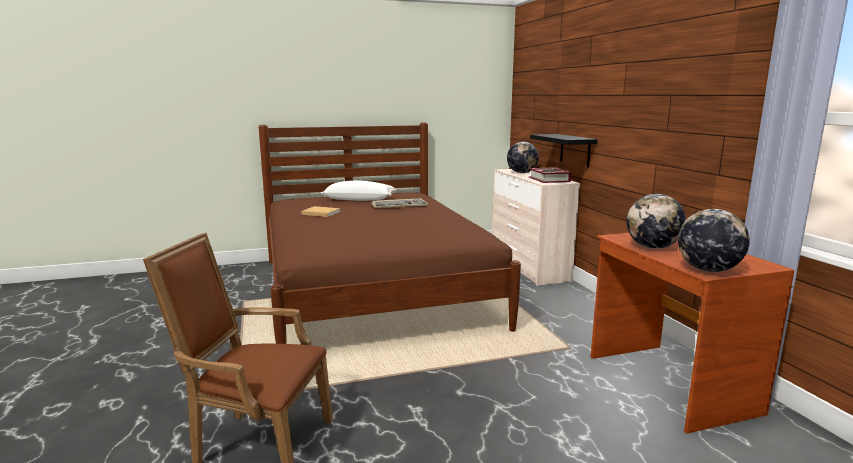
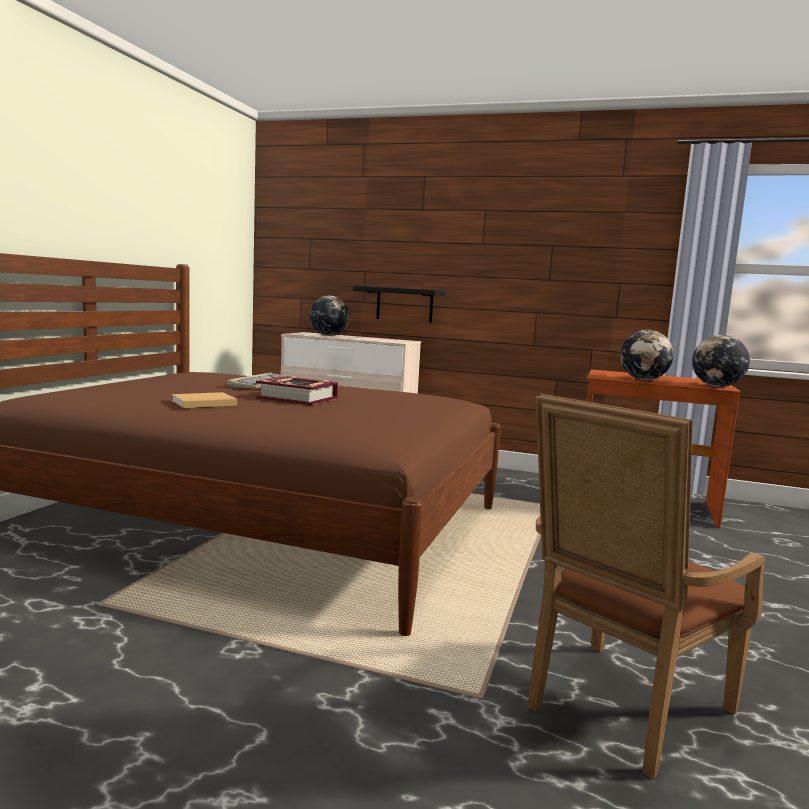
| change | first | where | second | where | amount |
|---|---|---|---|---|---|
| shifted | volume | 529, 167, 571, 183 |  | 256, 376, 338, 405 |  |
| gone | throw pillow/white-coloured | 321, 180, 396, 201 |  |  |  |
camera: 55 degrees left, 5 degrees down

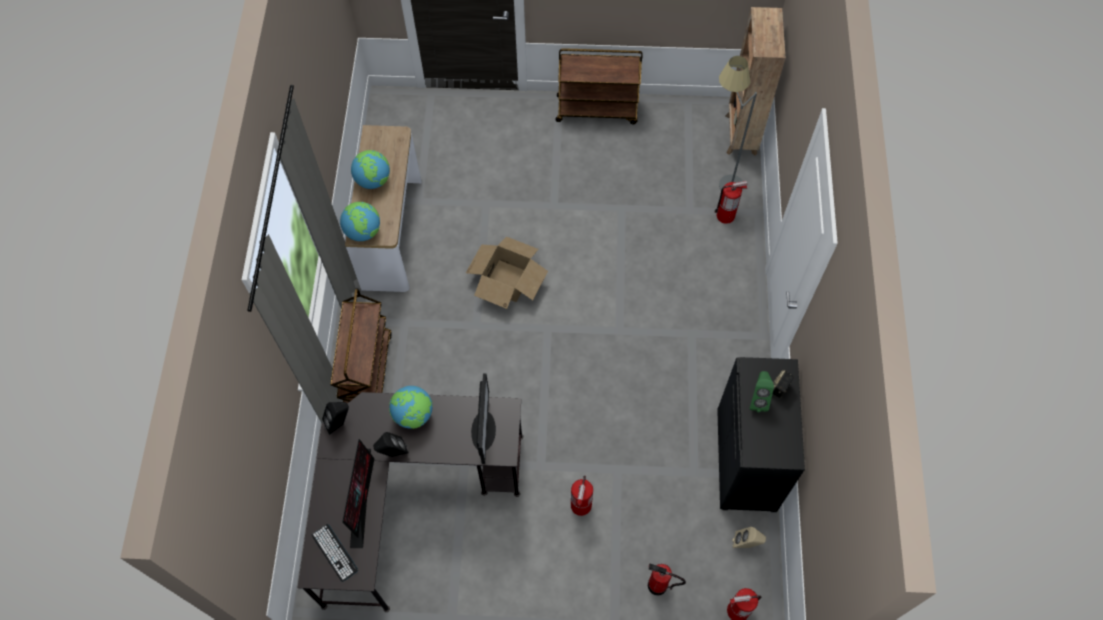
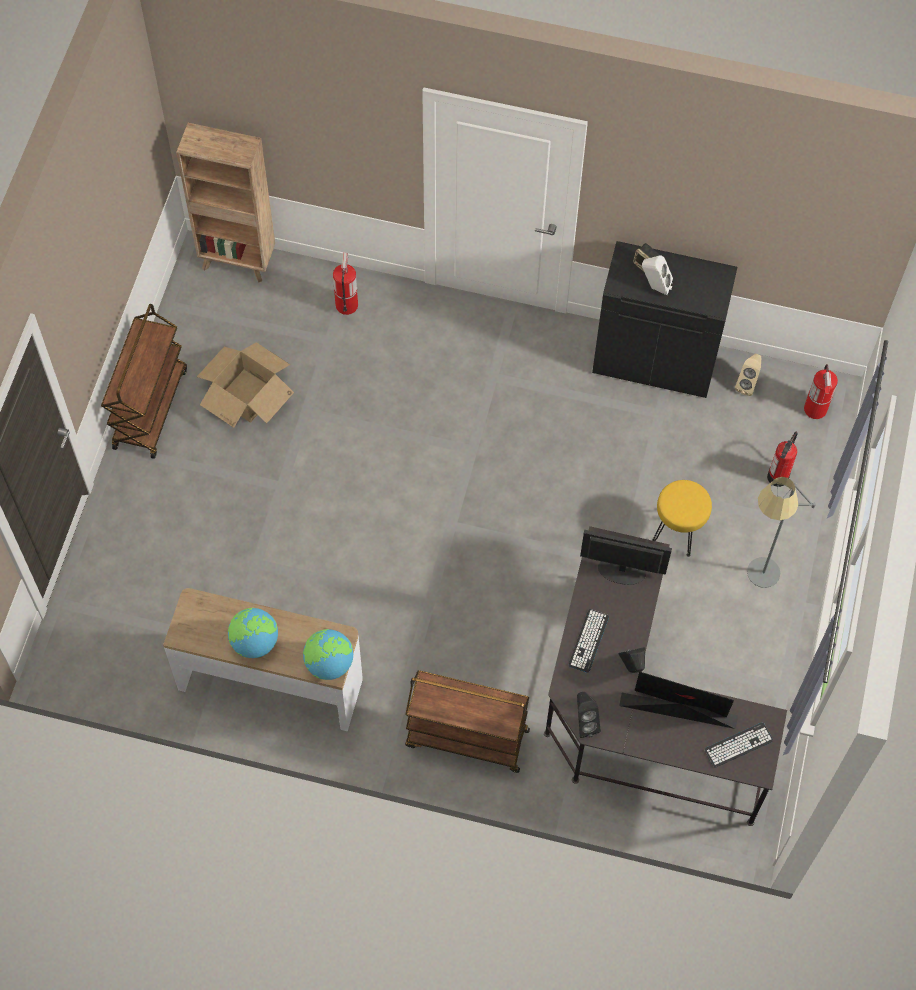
| change | first | where | second | where | amount |
|---|---|---|---|---|---|
| shifted | packing box | 466, 236, 548, 309 |  | 197, 342, 294, 428 |  |
| swapped | desk globe | 389, 386, 433, 429 | keyboard | 569, 609, 609, 673 |  |
| repainted | loudspeaker/green | 750, 371, 774, 412 | loudspeaker/white-coloured | 642, 256, 673, 295 |  |
| swapped | fire extinguisher | 571, 476, 593, 516 | stool seat/yellowish | 653, 480, 712, 557 |  |
| shifted | standard lamp/grey | 719, 56, 757, 191 |  | 747, 477, 816, 588 |  |
camera: 80 degrees left, 0 degrees up

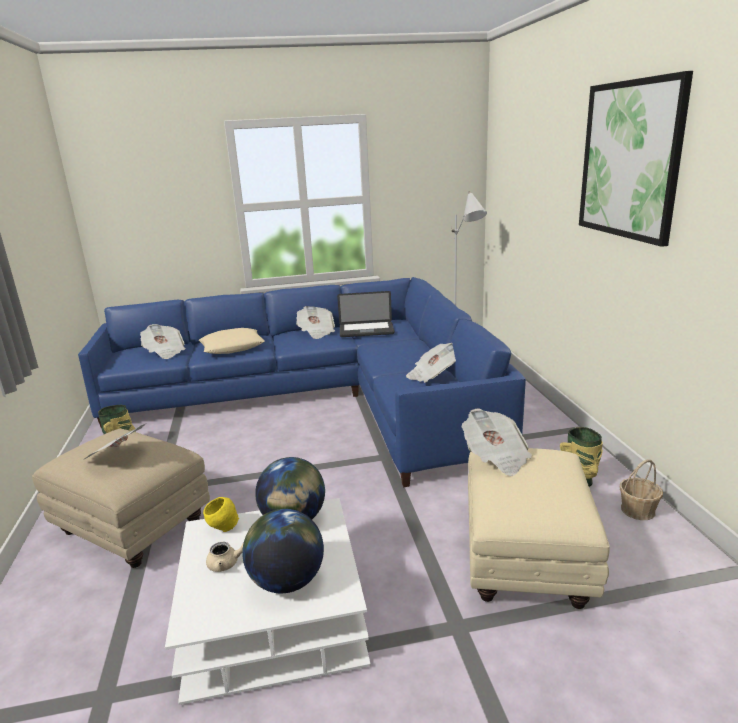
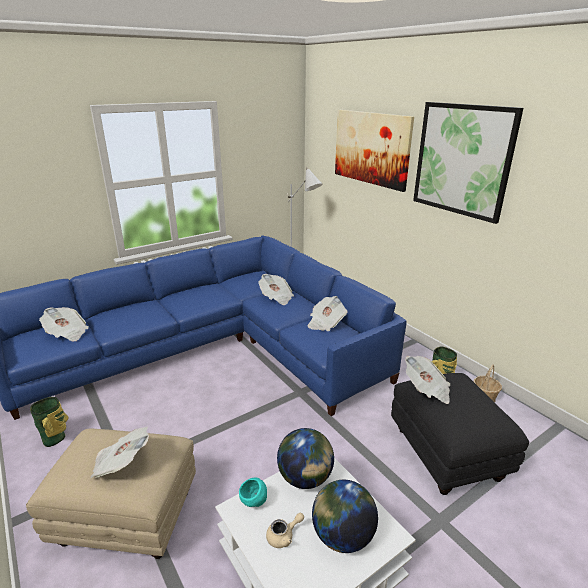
| change | first | where | second | where | amount |
|---|---|---|---|---|---|
| repainted | bowl/yellowish | 203, 497, 239, 532 | bowl/turquoise | 239, 477, 267, 507 |  |
| shifted | printed paper | 296, 306, 335, 339 |  | 258, 274, 294, 305 |  |
| new |  |  | wall art | 335, 110, 414, 192 |  |
| repainted | pouffe/beige | 468, 448, 610, 609 | pouffe/black | 391, 373, 529, 495 |  |
| gone | throw pillow/beige | 199, 328, 265, 354 |  |  |  |
| gone | laptop | 337, 291, 394, 337 |  |  |  |
camera: 25 degrees left, 5 degrees up

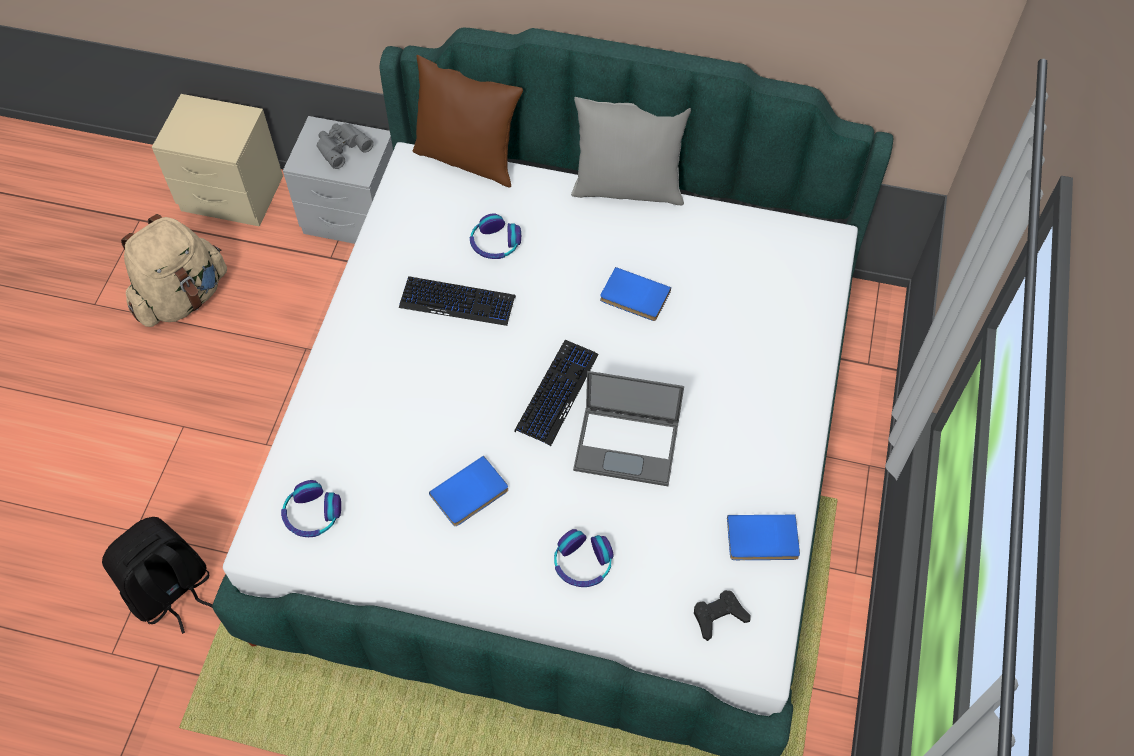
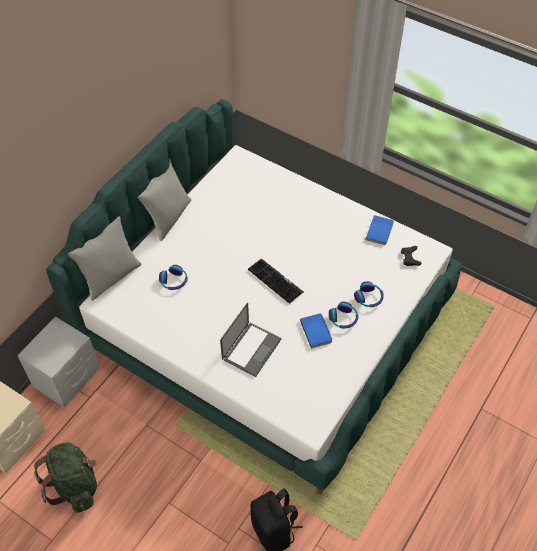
| change | first | where | second | where | amount |
|---|---|---|---|---|---|
| repainted | rucksack/beige | 121, 214, 227, 327 | rucksack/green | 34, 442, 97, 513 |  |
| repainted | throw pillow/brown-coloured | 413, 55, 523, 188 | throw pillow/grey | 68, 217, 142, 301 |  |
| shifted | laptop | 573, 371, 684, 487 |  | 220, 302, 281, 377 |  |
| shifted | headphones | 281, 480, 341, 537 |  | 329, 302, 358, 329 |  |
| gone | binoculars/grey | 317, 123, 374, 169 |  |  |  |
| gone | keyboard | 399, 276, 516, 326 |  |  |  |
| gone | volume/blue | 600, 267, 671, 321 |  |  |  |
camera: 70 degrees left, 5 degrees down

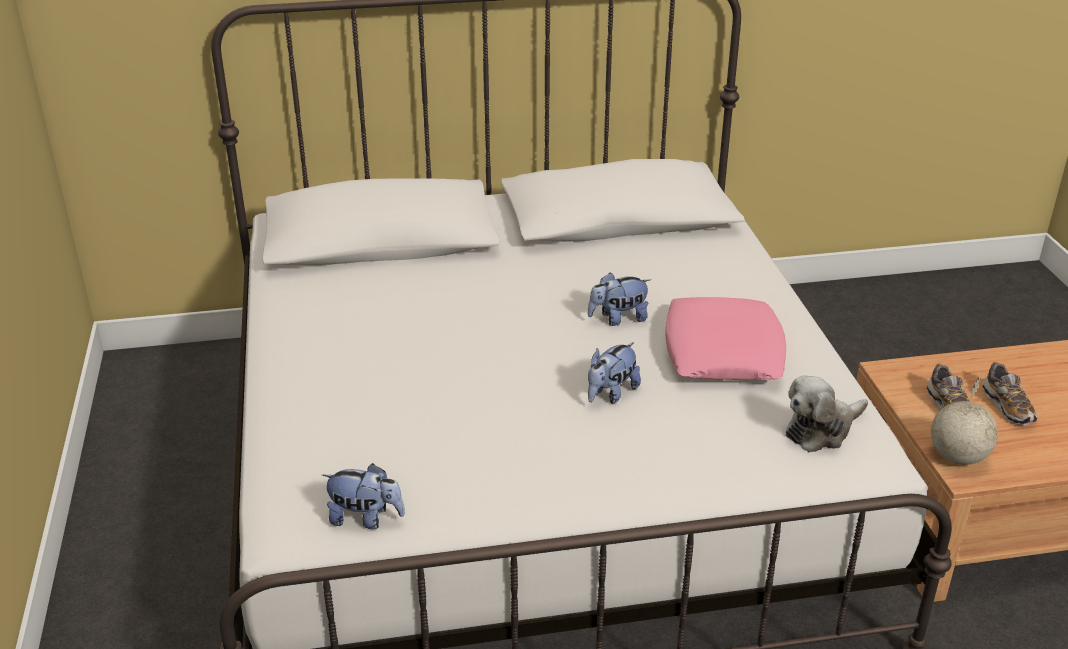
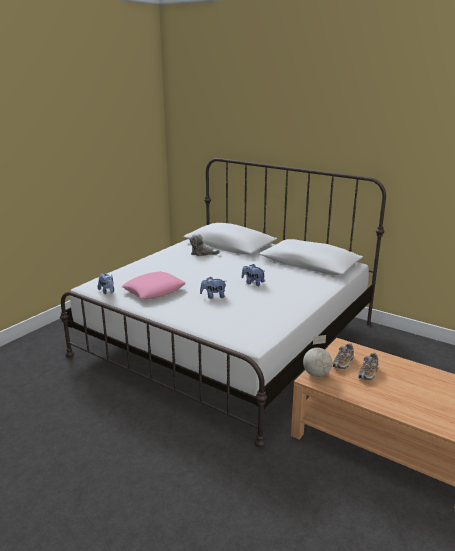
| change | first | where | second | where | amount |
|---|---|---|---|---|---|
| shifted | throw pillow/pink | 666, 297, 786, 380 |  | 121, 272, 186, 299 |  |
| shifted | soft toy | 786, 375, 868, 452 |  | 190, 233, 220, 256 |  |
camera: 45 degrees right, 10 degrees down

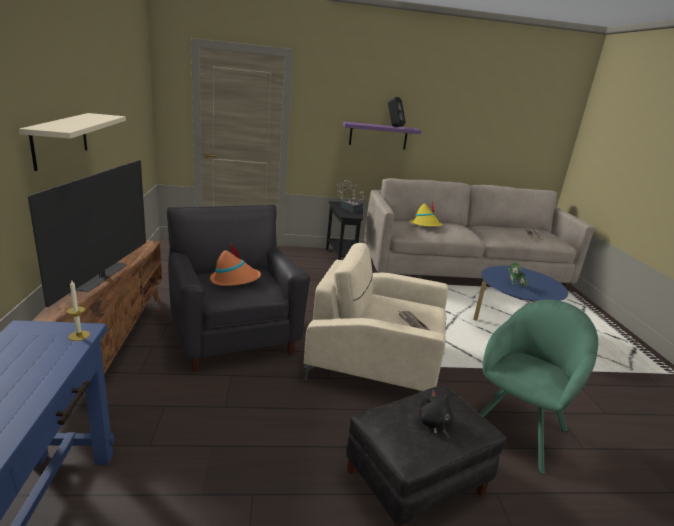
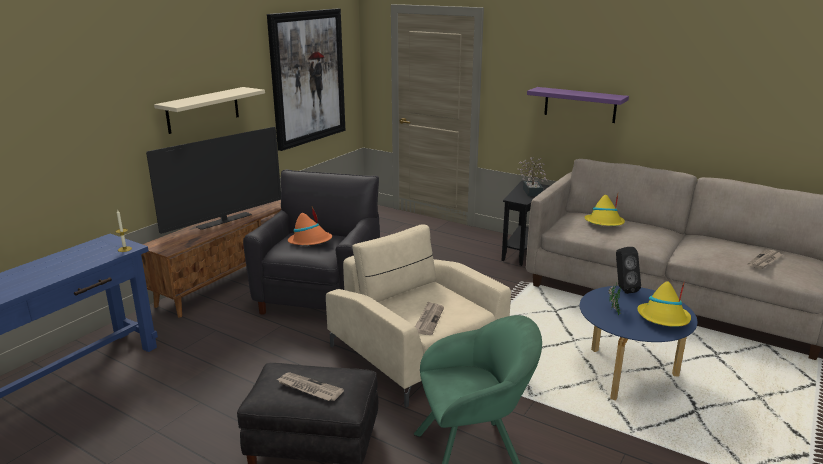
| change | first | where | second | where | amount |
|---|---|---|---|---|---|
| new |  |  | wall art | 267, 9, 345, 151 |  |
| swapped | soft toy/black | 419, 390, 454, 443 | printed paper | 276, 372, 344, 401 |  |
| shifted | loudspeaker/black | 388, 97, 405, 127 |  | 616, 247, 641, 294 |  |
| new |  |  | hat/yellowish | 637, 280, 691, 327 |  |
camera: 40 degrees right, 0 degrees up

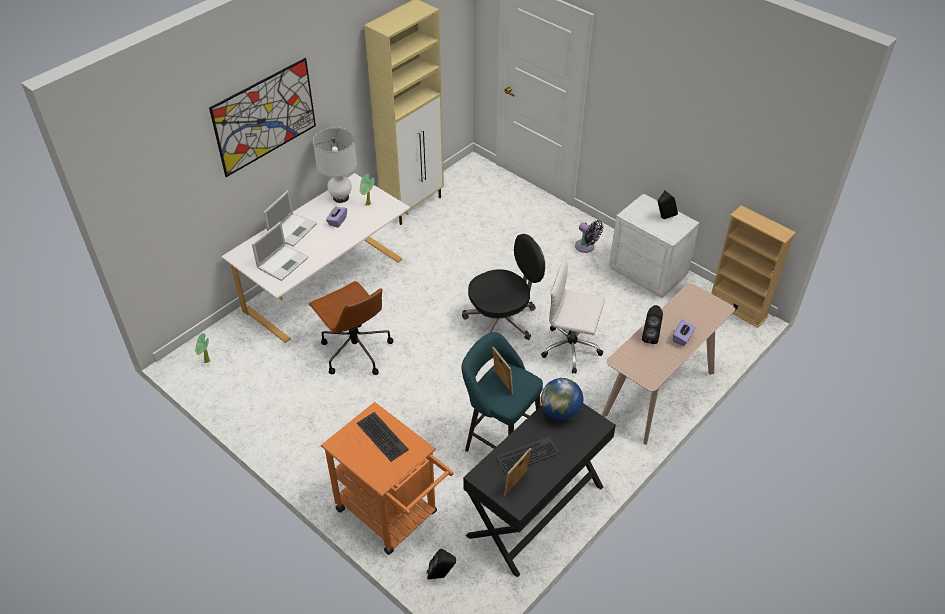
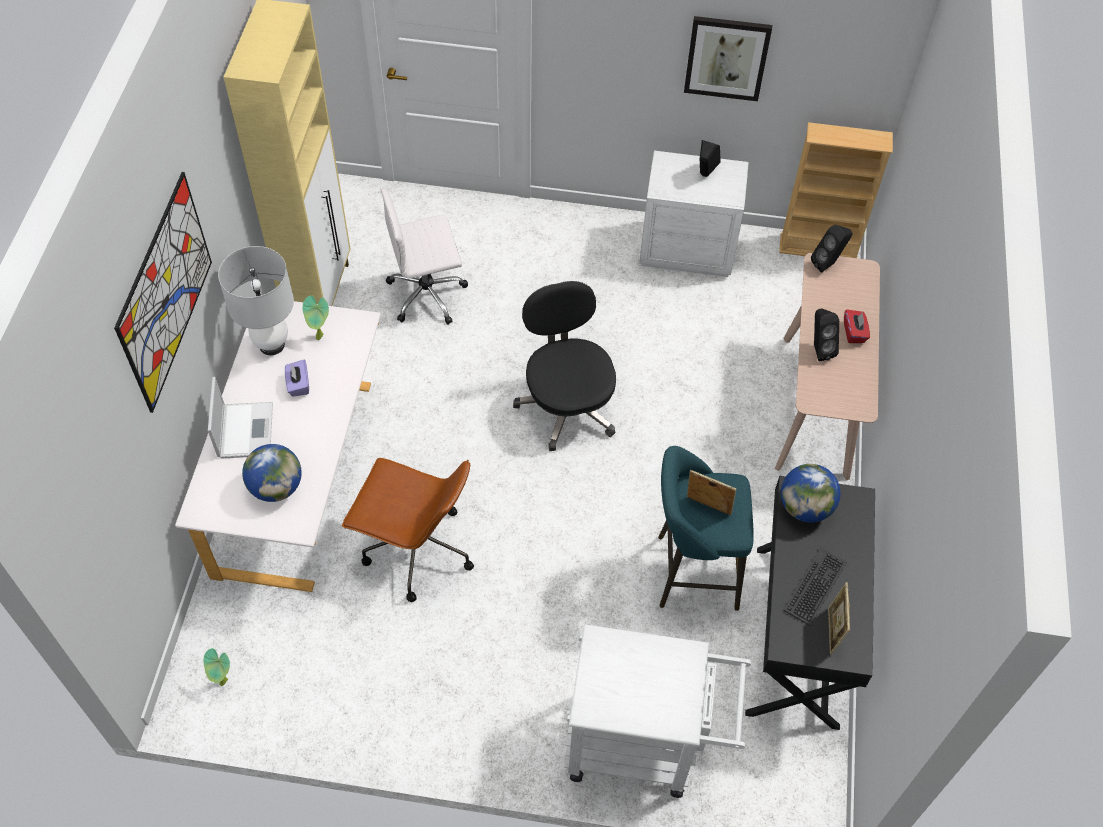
| change | first | where | second | where | amount |
|---|---|---|---|---|---|
| swapped | laptop | 252, 222, 309, 281 | desk globe | 242, 444, 302, 502 |  |
| shifted | office chair/white-coloured | 541, 259, 605, 374 |  | 380, 188, 468, 325 |  |
| rotated | office chair/black | 462, 234, 545, 340 |  | 513, 281, 616, 451 | 45 degrees counterclockwise |
| repainted | cart/orange | 321, 402, 454, 555 | cart/white-coloured | 564, 624, 751, 798 |  |
| new |  |  | wall art | 684, 16, 772, 101 |  |
| shifted | loudspeaker/black | 427, 549, 456, 579 |  | 811, 225, 852, 273 |  |
| repainted | tissue box/purplish | 673, 319, 696, 346 | tissue box/reddish | 844, 309, 870, 343 |  |
| gone | keyboard | 357, 412, 409, 462 |  |  |  |
| gone | electric fan/black | 575, 220, 603, 253 |  |  |  |
camera: 35 degrees left, 10 degrees up

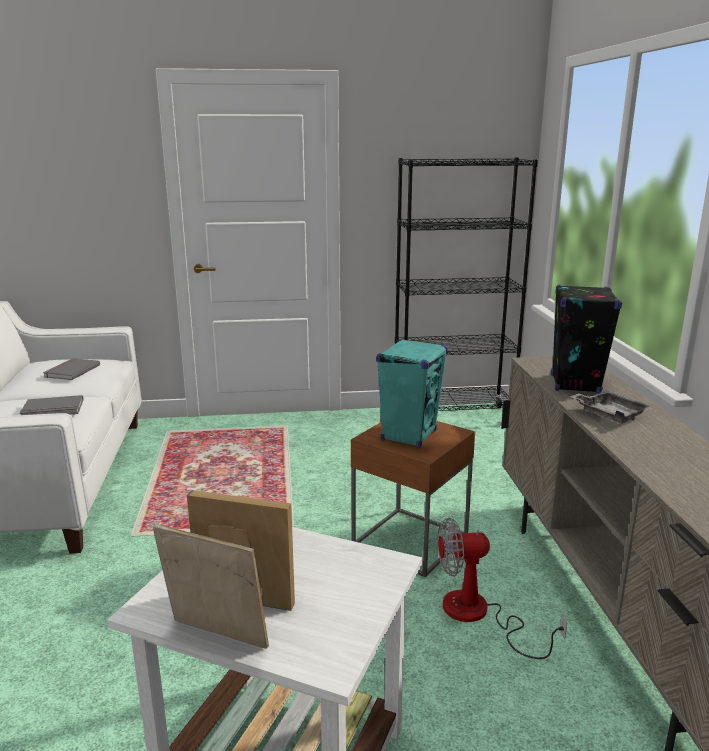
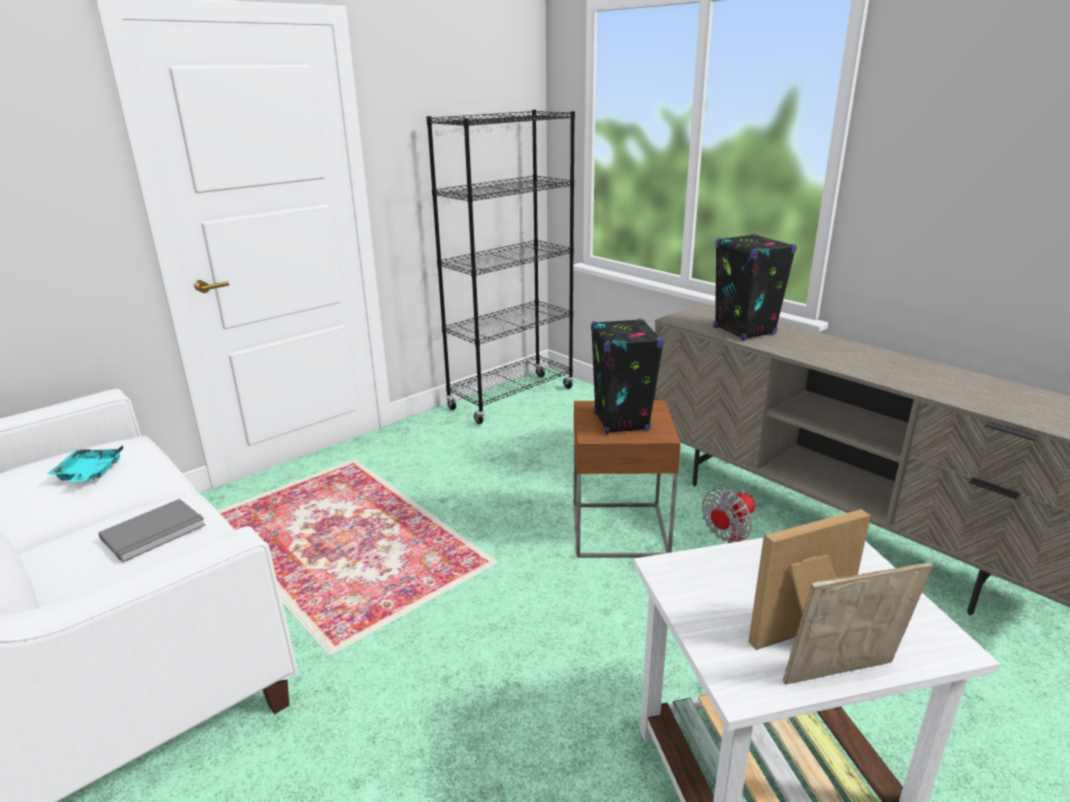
| change | first | where | second | where | amount |
|---|---|---|---|---|---|
| swapped | volume/grey | 43, 358, 100, 380 | carrying tray/turquoise | 47, 446, 123, 482 |  |
| repainted | loudspeaker/turquoise | 376, 338, 448, 447 | loudspeaker/black | 591, 318, 664, 435 |  |
| gone | carrying tray/grey | 570, 390, 650, 424 |  |  |  |
camera: 35 degrees left, 5 degrees up

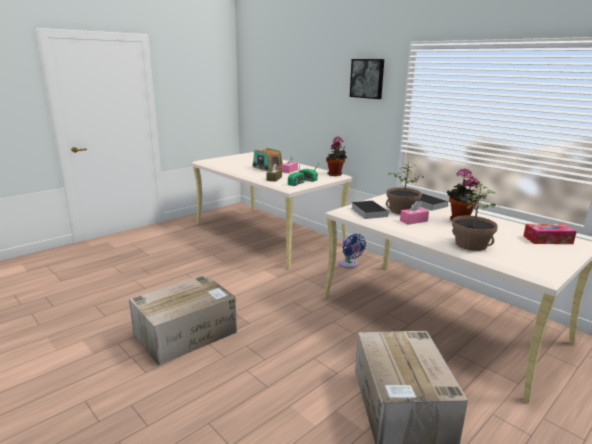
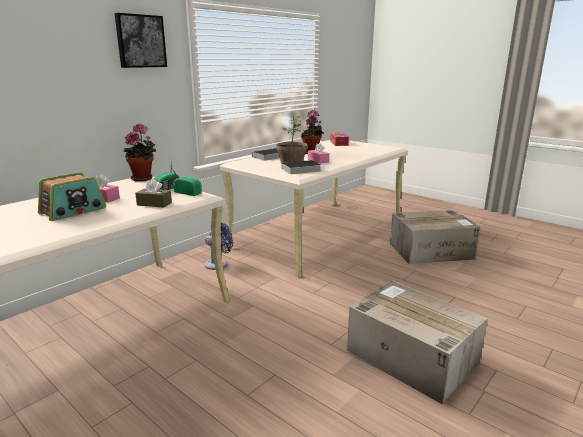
| change | first | where | second | where | amount |
|---|---|---|---|---|---|
| gone | houseplant | 452, 184, 499, 251 |  |  |  |
camera: 95 degrees left, 0 degrees up

